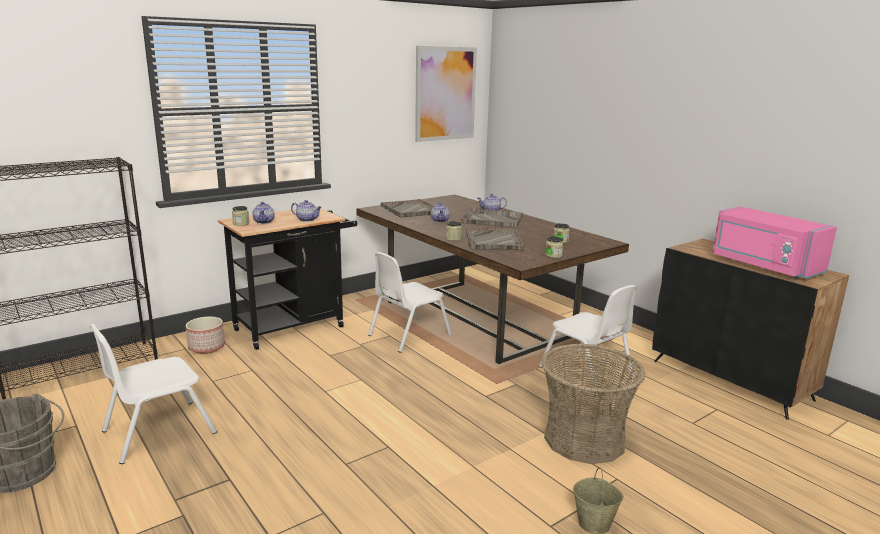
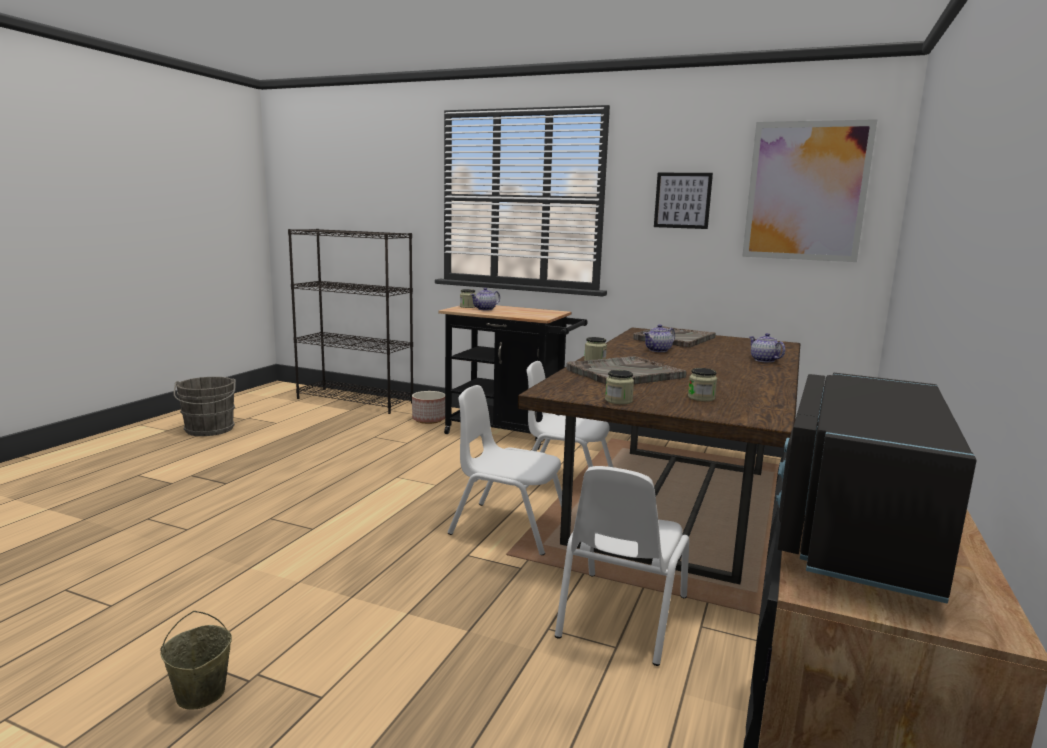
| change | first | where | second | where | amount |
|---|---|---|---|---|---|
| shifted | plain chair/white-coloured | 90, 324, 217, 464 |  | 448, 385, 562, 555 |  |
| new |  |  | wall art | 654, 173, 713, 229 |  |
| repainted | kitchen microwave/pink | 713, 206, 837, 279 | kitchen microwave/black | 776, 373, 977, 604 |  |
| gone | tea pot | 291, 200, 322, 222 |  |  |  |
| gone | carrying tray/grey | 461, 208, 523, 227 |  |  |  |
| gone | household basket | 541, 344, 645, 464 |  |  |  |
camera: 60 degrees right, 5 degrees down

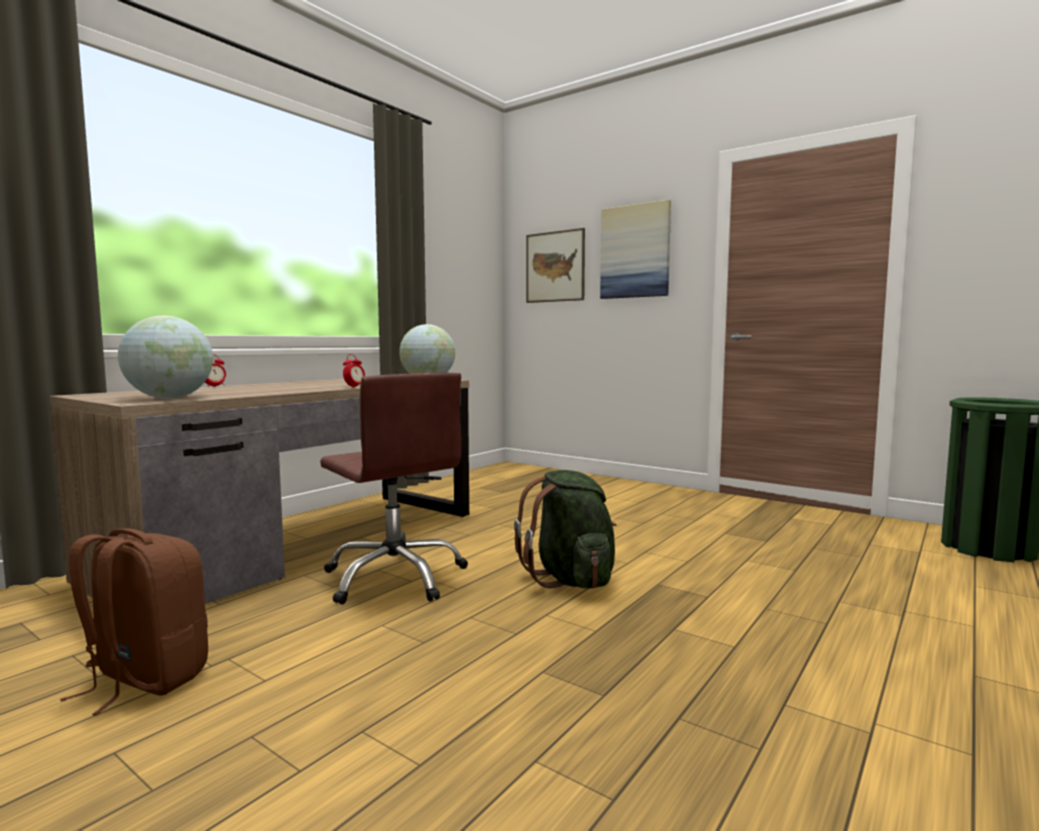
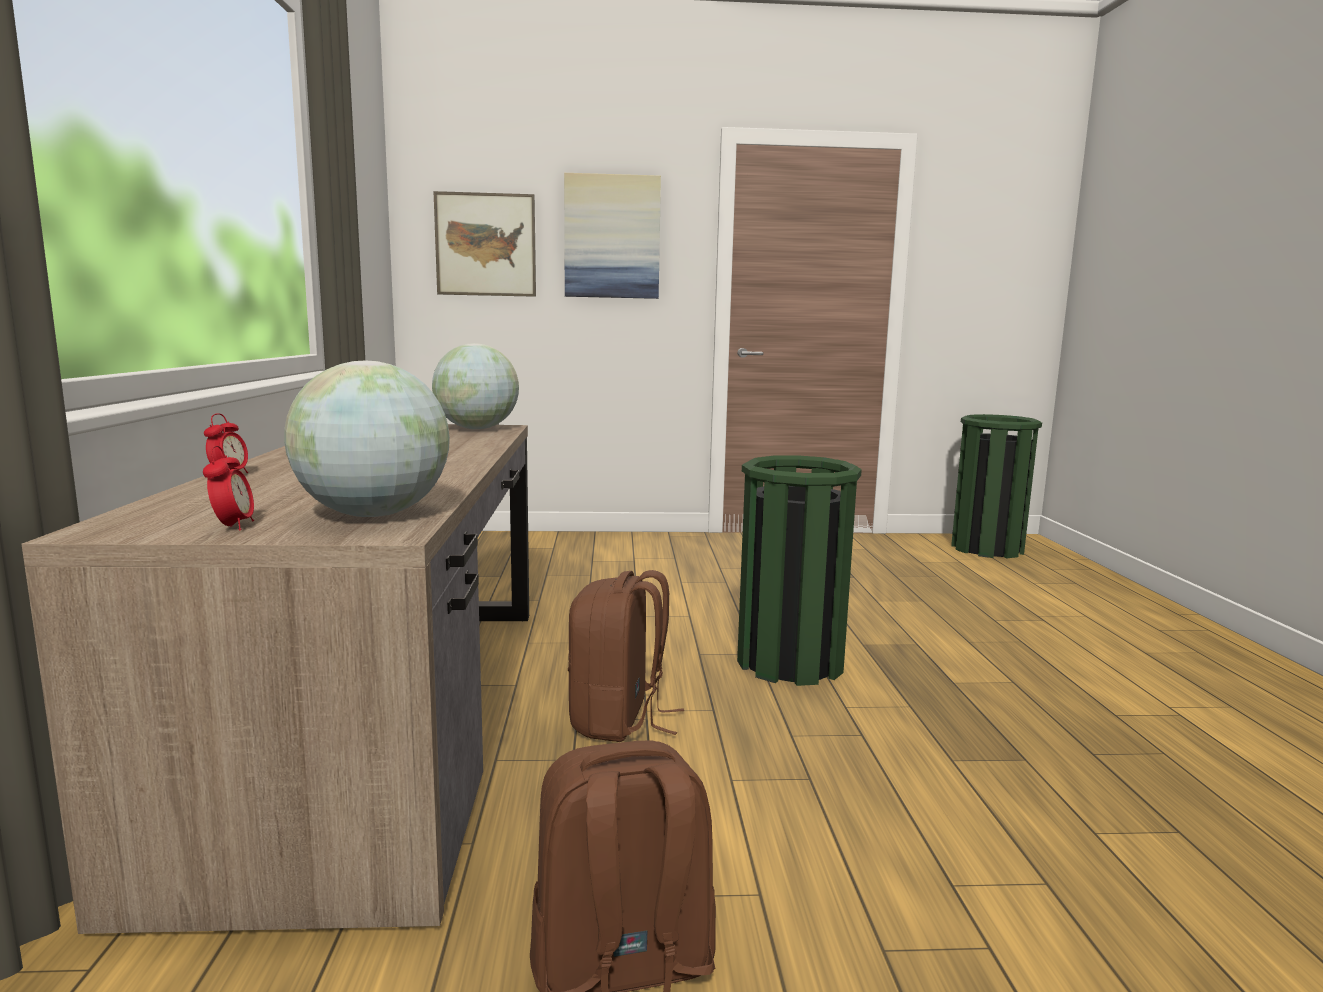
| change | first | where | second | where | amount |
|---|---|---|---|---|---|
| shifted | table clock | 343, 354, 365, 388 |  | 203, 446, 254, 531 |  |
| swapped | office chair/brown-coloured | 320, 373, 468, 604 | rucksack/brown-coloured | 568, 570, 684, 742 |  |
| swapped | rucksack/green | 514, 470, 617, 589 | waste bin/green | 737, 455, 862, 686 |  |
camera: 40 degrees left, 5 degrees up

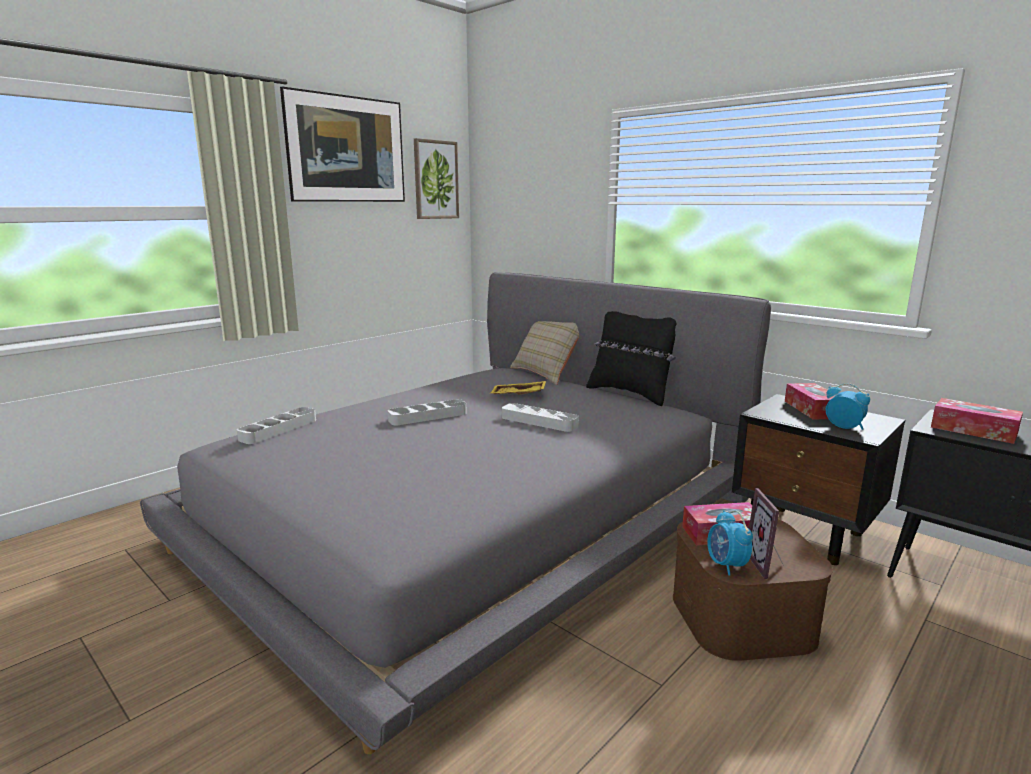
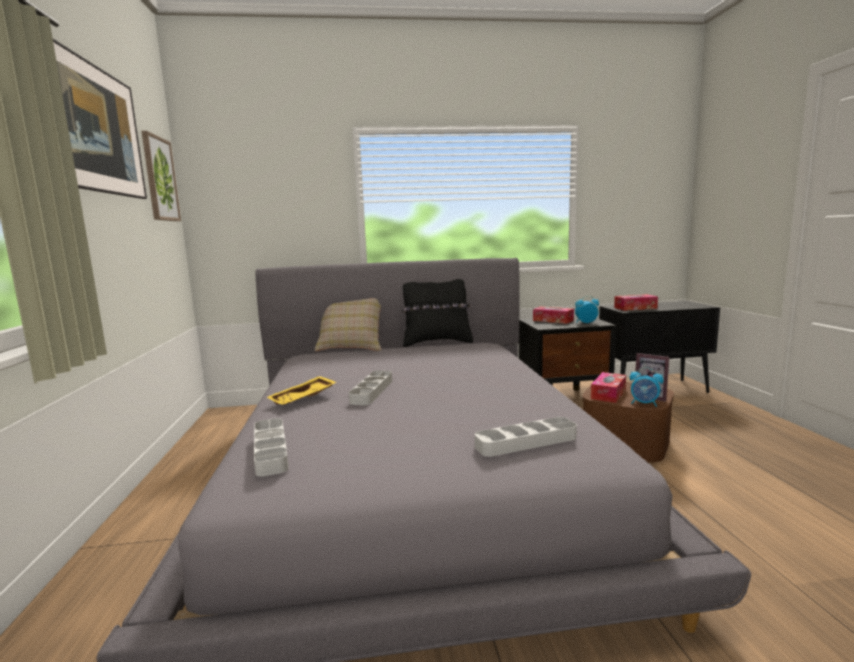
| change | first | where | second | where | amount |
|---|---|---|---|---|---|
| shifted | carrying tray/yellowish | 491, 381, 546, 395 |  | 267, 376, 337, 405 |  |
| shifted | carrying tray/grey | 502, 403, 579, 432 |  | 475, 417, 577, 457 |  |
camera: 50 degrees left, 5 degrees down

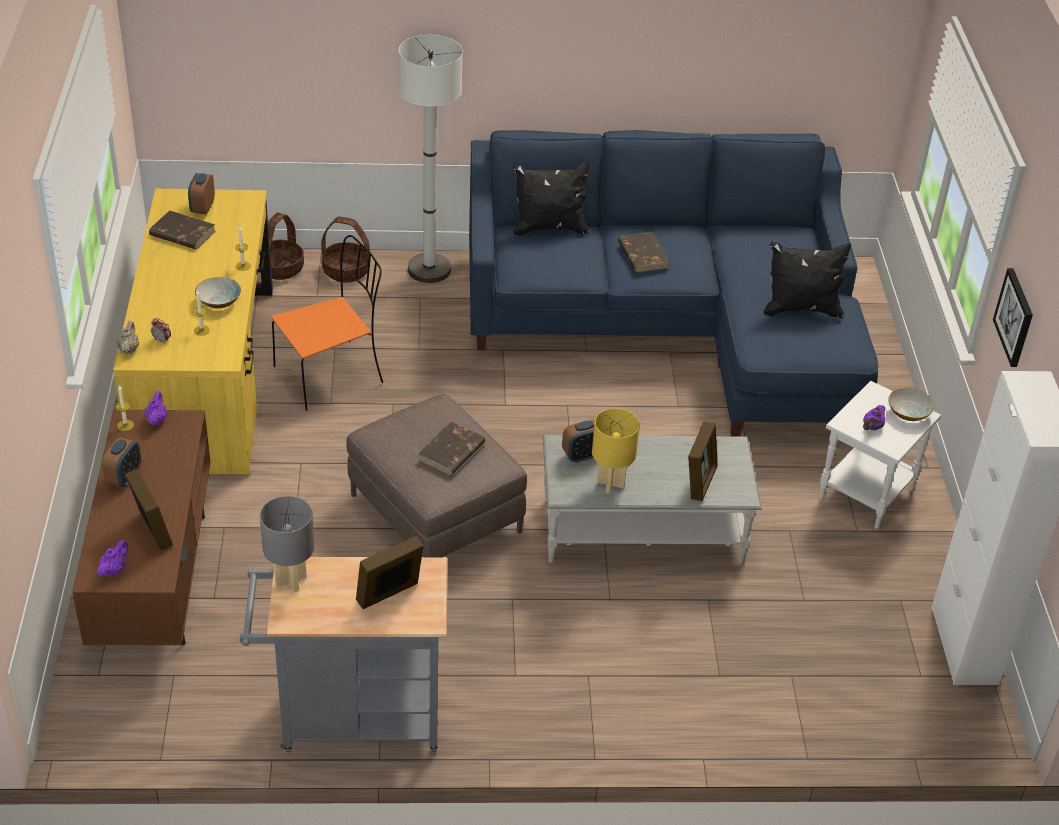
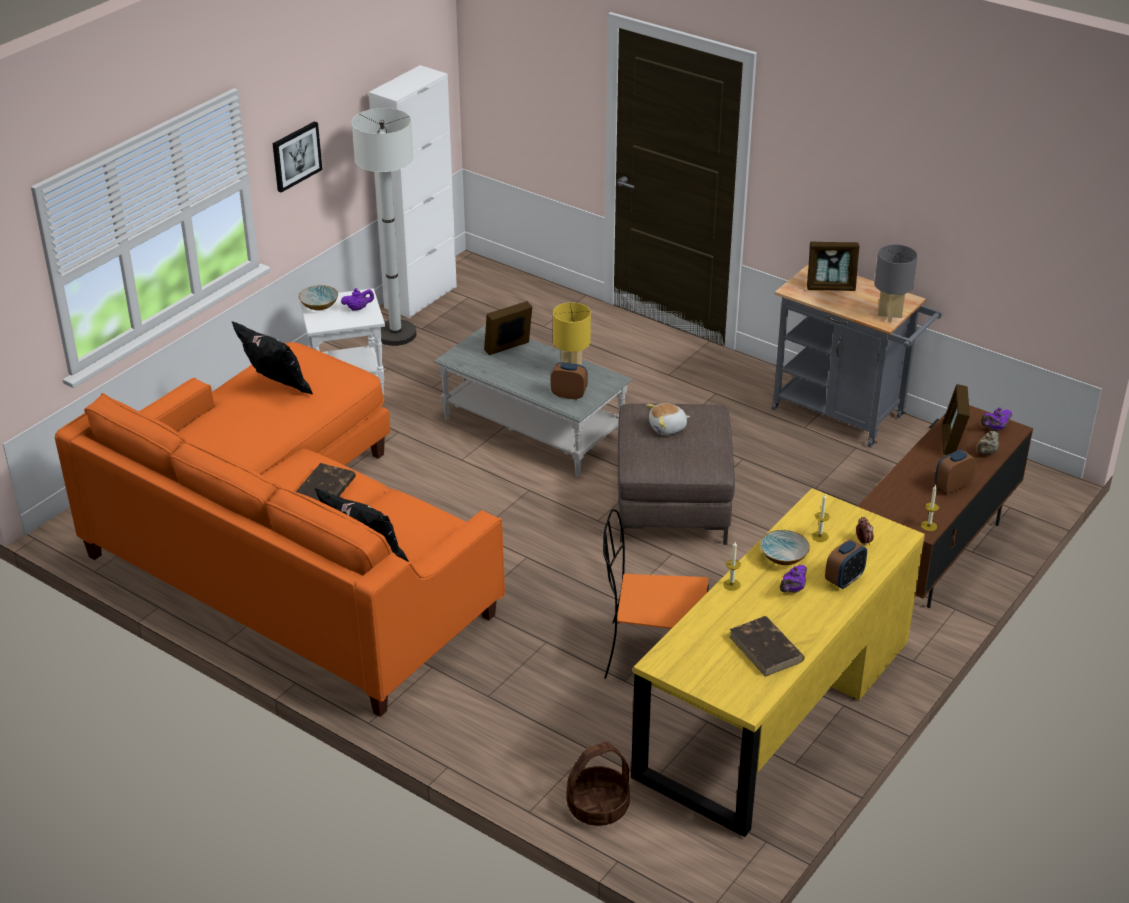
| change | first | where | second | where | amount |
|---|---|---|---|---|---|
| repainted | couch/blue | 469, 130, 878, 437 | couch/orange | 55, 342, 505, 717 |  |
| shifted | standard lamp/white-coloured | 399, 35, 463, 283 |  | 352, 108, 416, 346 |  |
| swapped | volume/brown-coloured | 418, 422, 485, 476 | soft toy | 646, 403, 690, 435 |  |
| shifted | tea pot/purplish | 144, 391, 167, 425 |  | 780, 565, 807, 593 |  |
| shifted | table clock | 188, 173, 215, 214 |  | 825, 539, 867, 589 |  |
| shifted | tea pot/beige | 117, 321, 139, 354 |  | 977, 431, 999, 455 |  |
| gone | household basket | 321, 217, 370, 282 |  |  |  |
camera: 140 degrees left, 5 degrees down

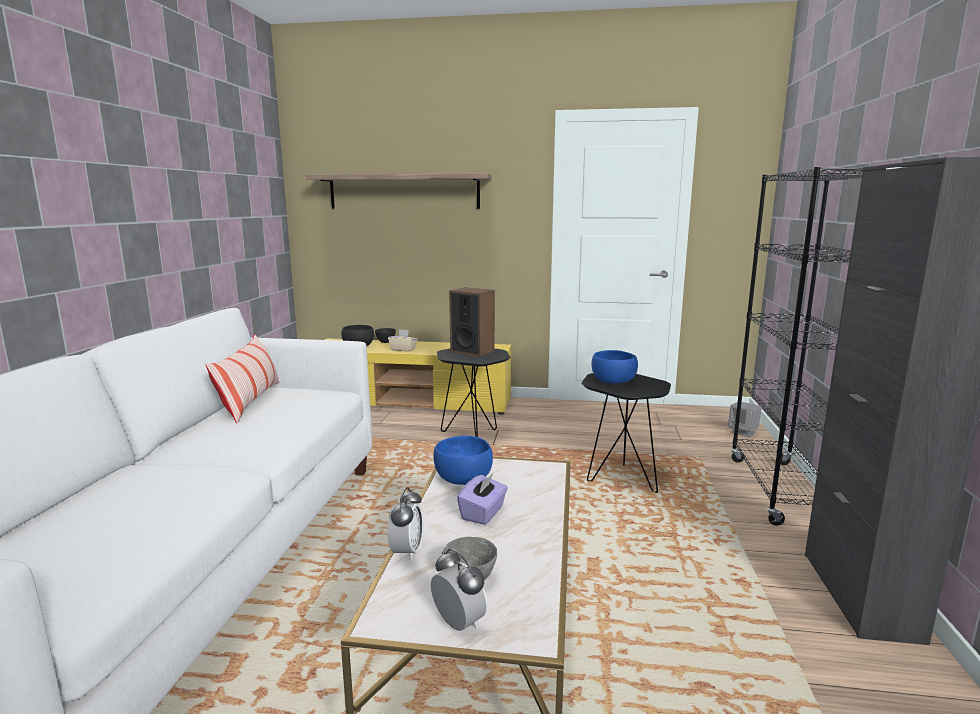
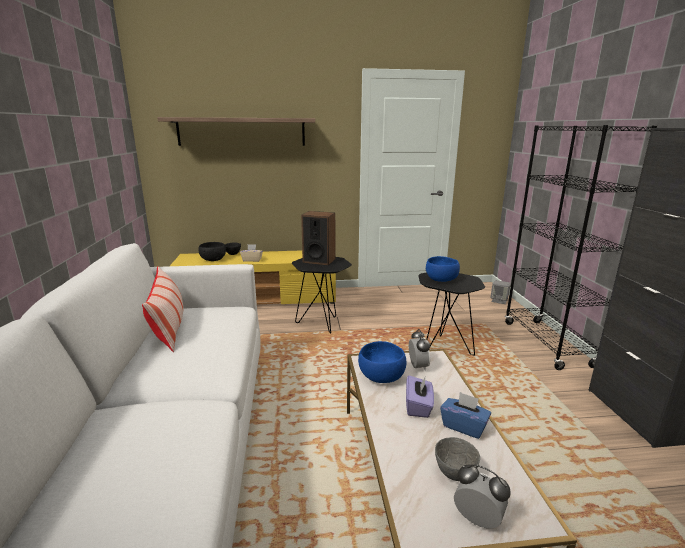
| change | first | where | second | where | amount |
|---|---|---|---|---|---|
| shifted | table clock | 388, 487, 424, 561 |  | 409, 329, 430, 371 |  |
| new |  |  | tissue box/blue | 440, 392, 491, 439 |  |
camera: 15 degrees left, 5 degrees up

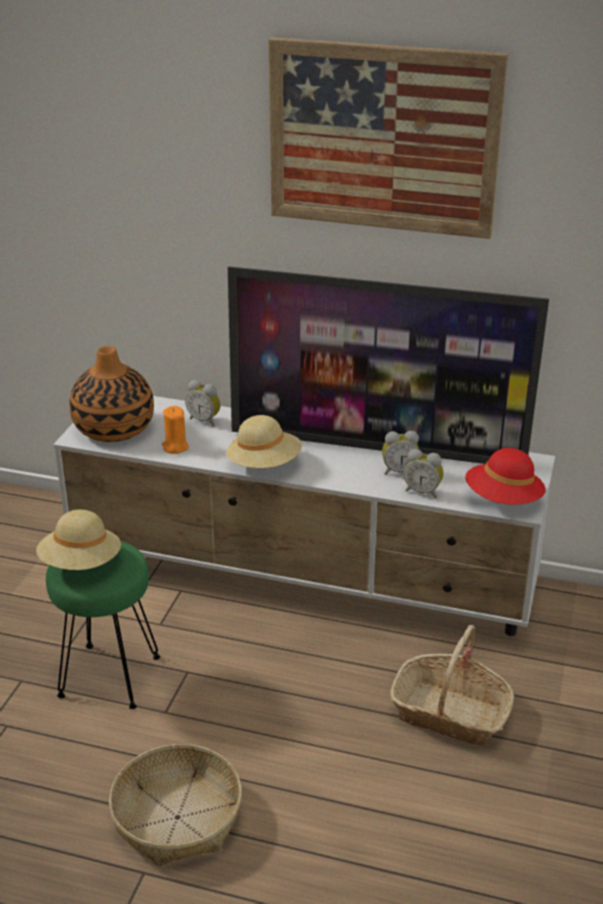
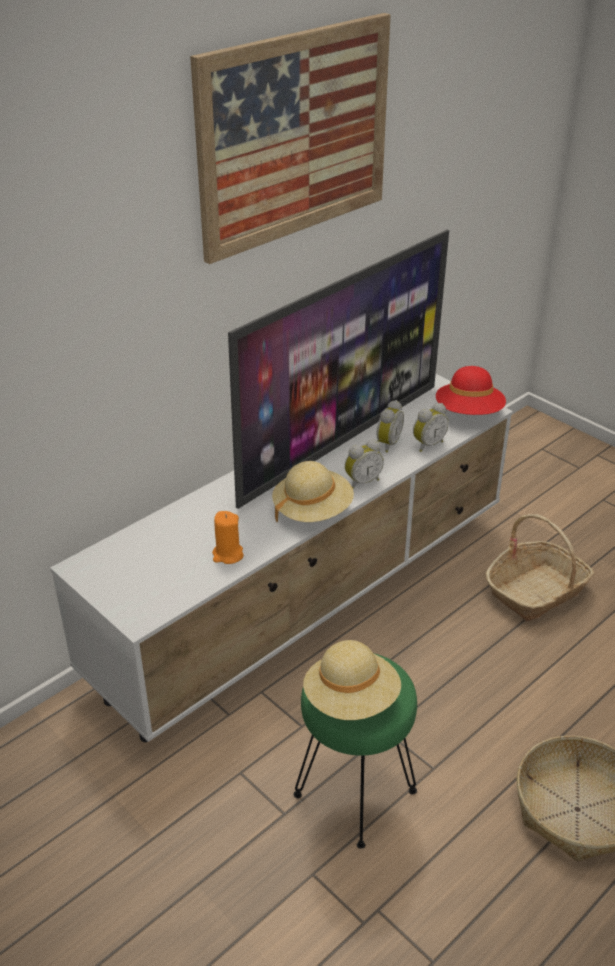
| change | first | where | second | where | amount |
|---|---|---|---|---|---|
| shifted | table clock | 185, 380, 221, 426 |  | 345, 439, 384, 489 |  |
| gone | flower vase | 69, 346, 154, 442 |  |  |  |
camera: 60 degrees left, 5 degrees up

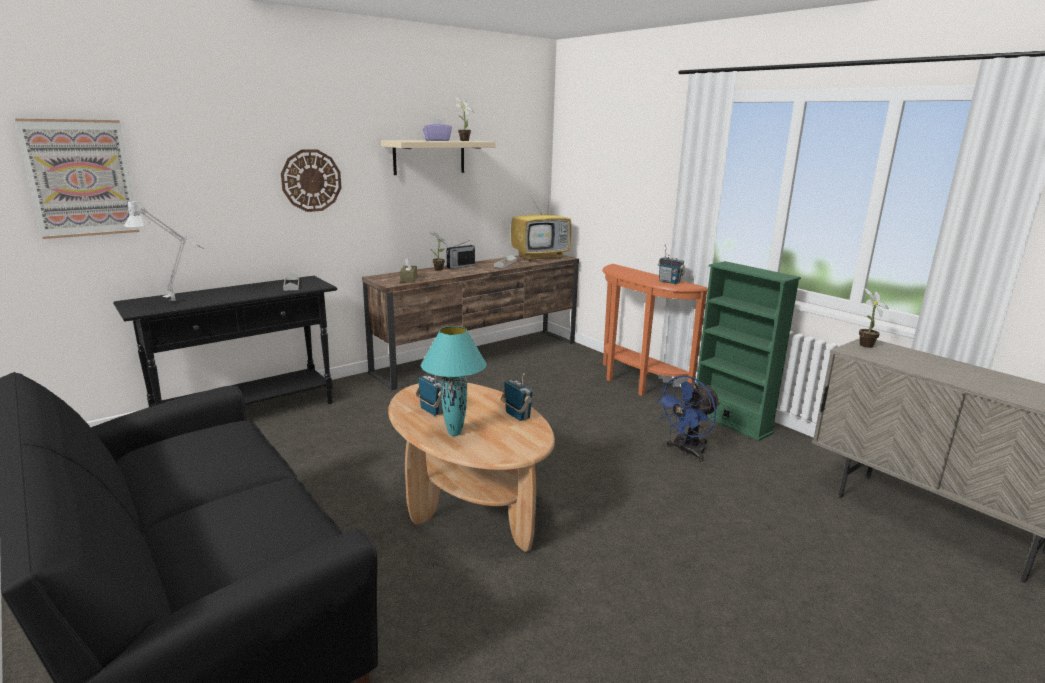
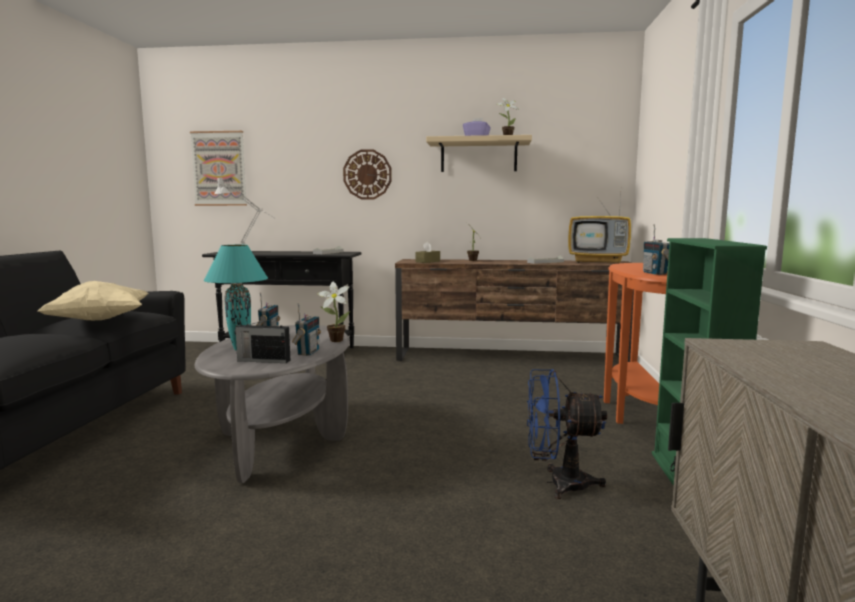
| change | first | where | second | where | amount |
|---|---|---|---|---|---|
| new |  |  | throw pillow/beige | 38, 281, 148, 321 |  |
| repainted | coffee table/brown-coloured | 388, 381, 555, 552 | coffee table/grey | 195, 325, 350, 483 |  |
| shifted | radio set | 446, 240, 475, 269 |  | 234, 317, 290, 363 |  |
| shifted | houseplant | 859, 288, 889, 348 |  | 318, 282, 350, 342 |  |
camera: 45 degrees right, 10 degrees down

